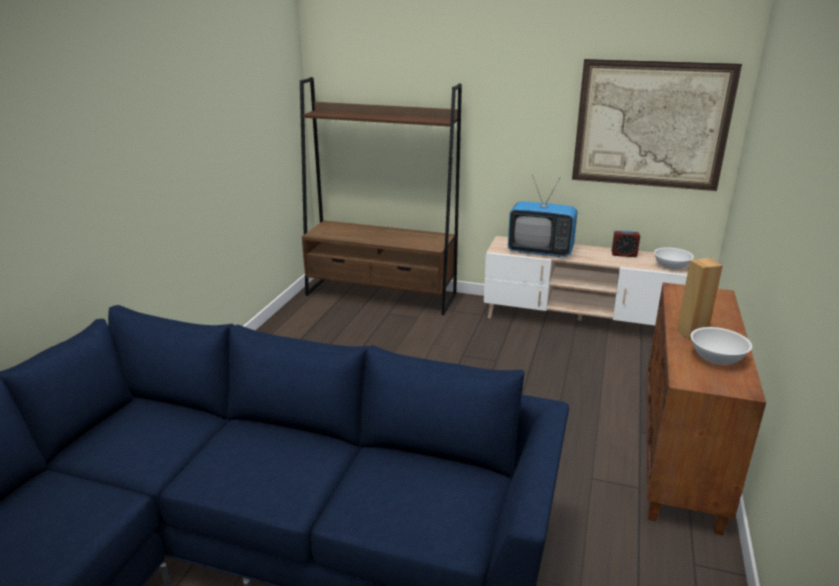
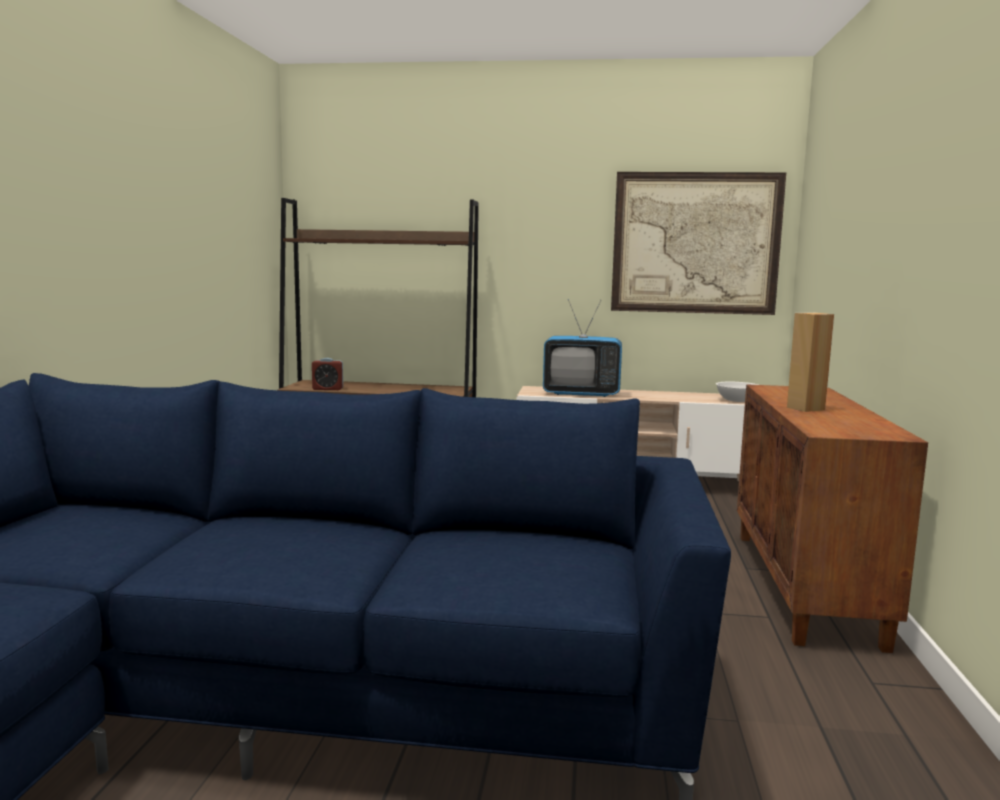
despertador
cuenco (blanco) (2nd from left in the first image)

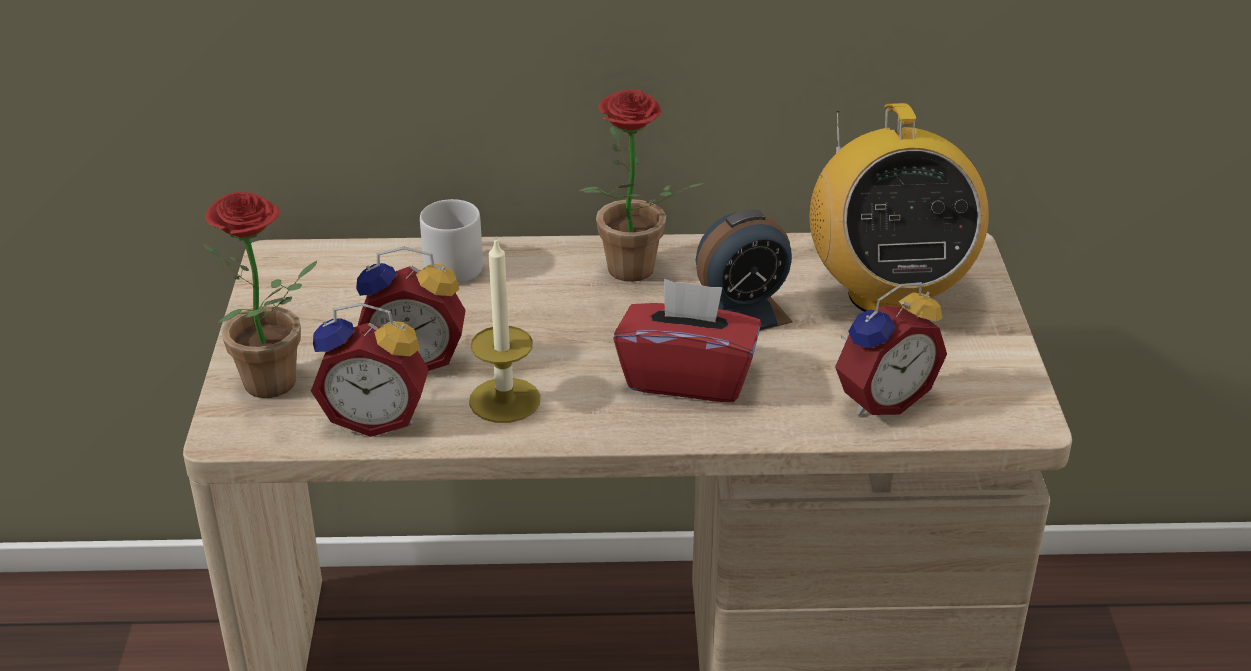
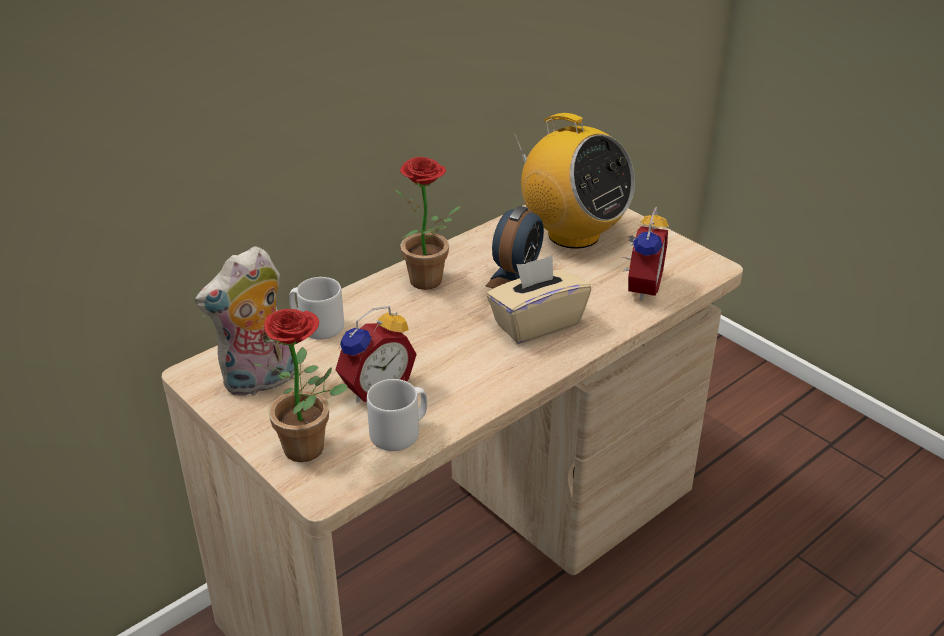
peluche
taza grande (gris) (2nd from left)
caja de pañuelos (beis)
vela

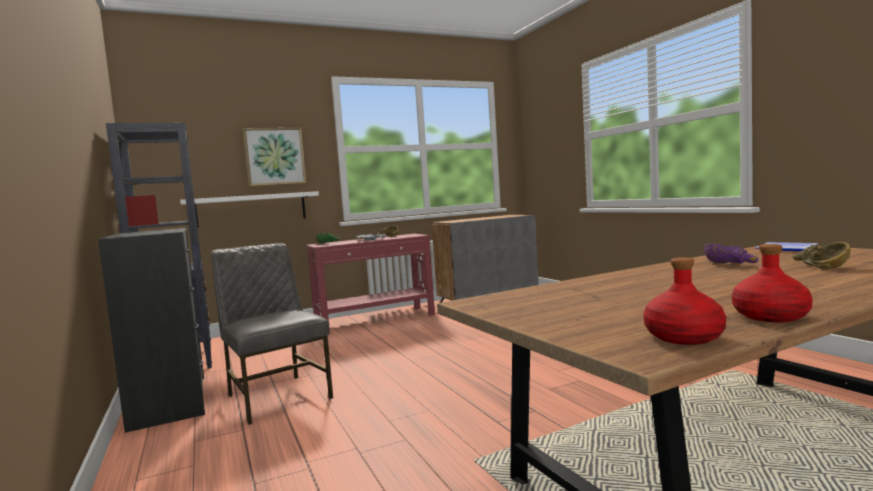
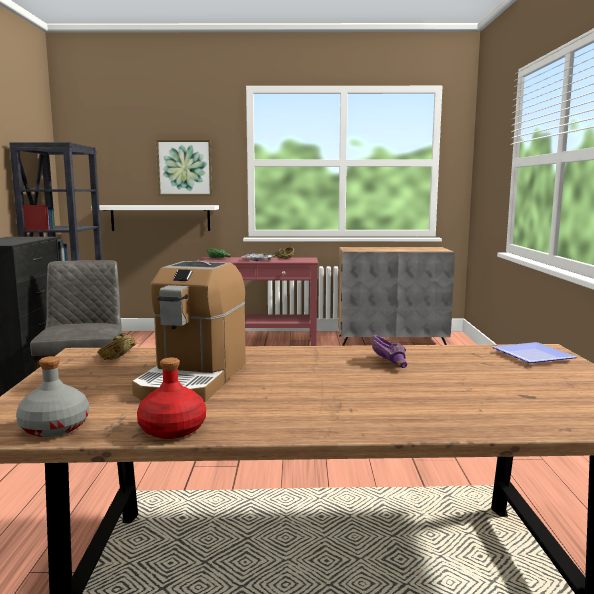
botella (gris)
cuenco (marrón) (1st from left)
cafetera

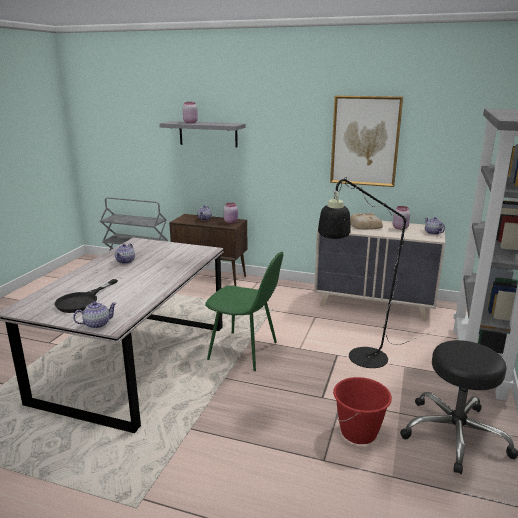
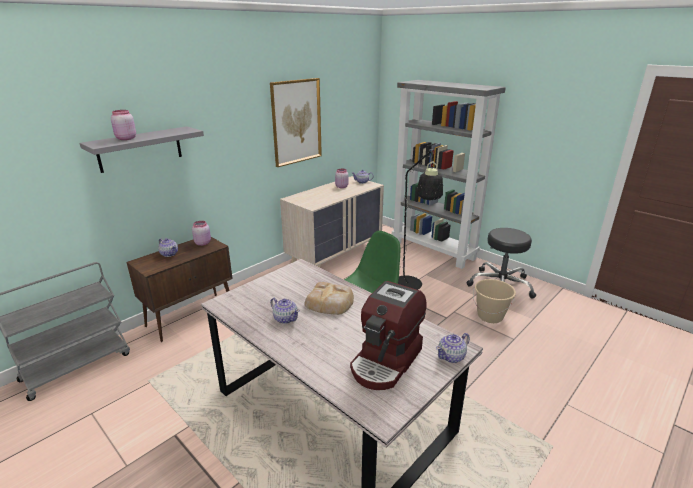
pan
cafetera
tetera (4th from left)
cubo (beis)

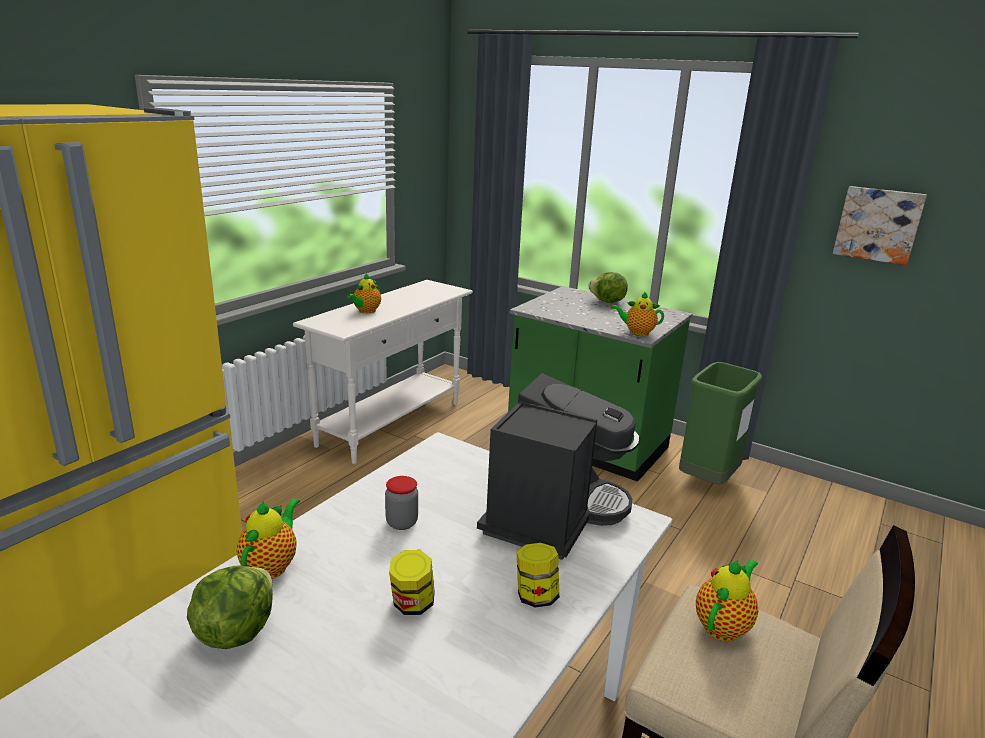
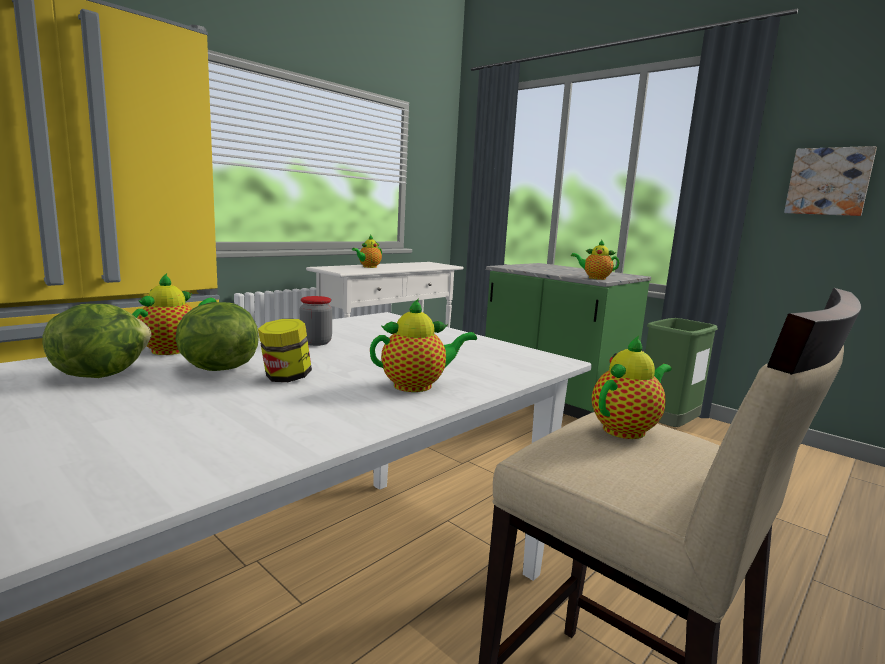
lechuga (2nd from left)
tetera (3rd from left)
cafetera

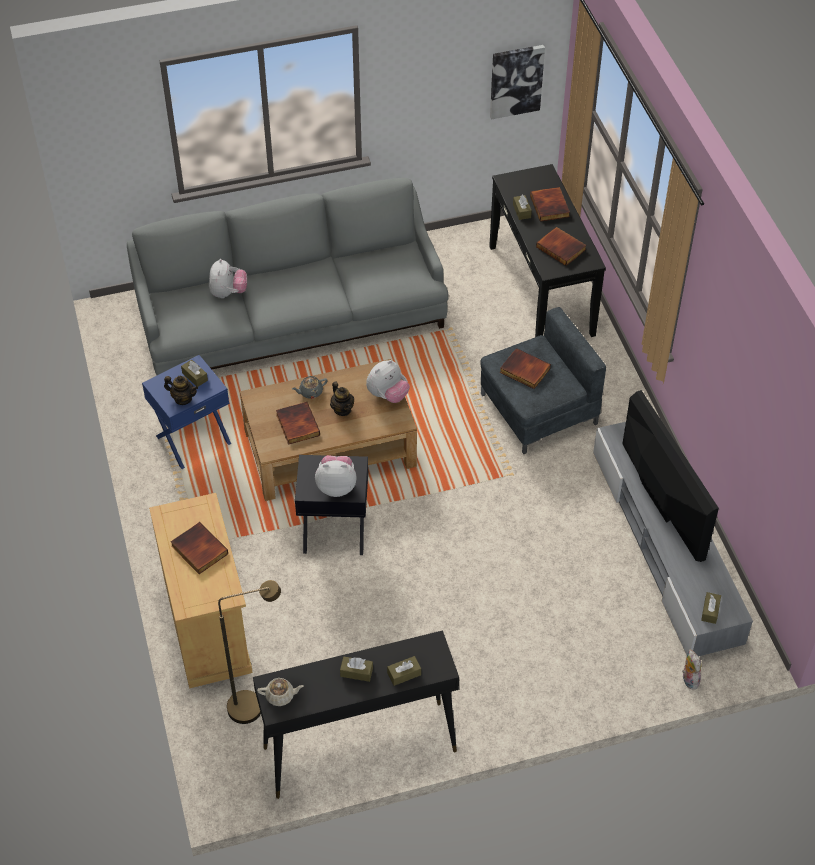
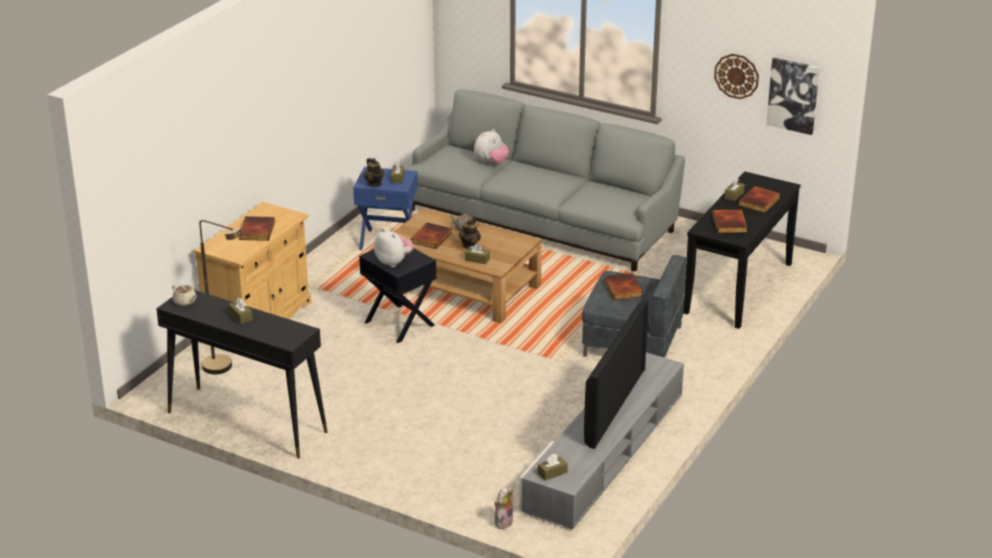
caja de pañuelos (marrón) (3rd from left)
reloj de pared
peluche (3rd from left in the first image)

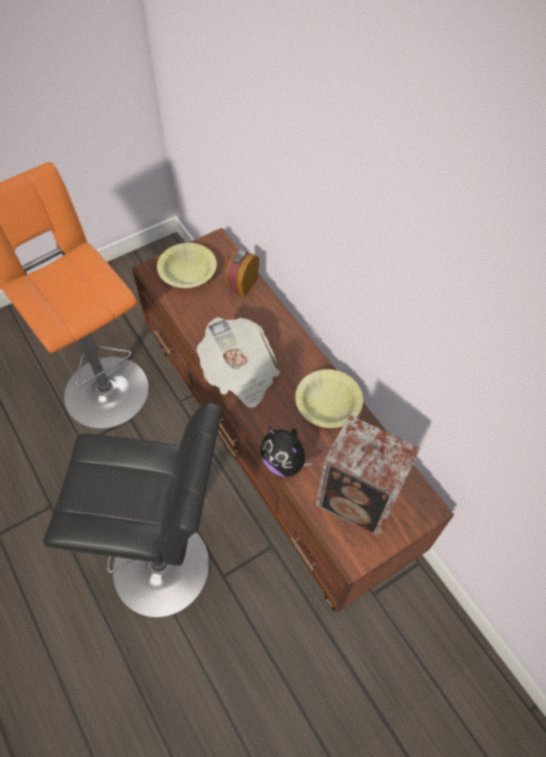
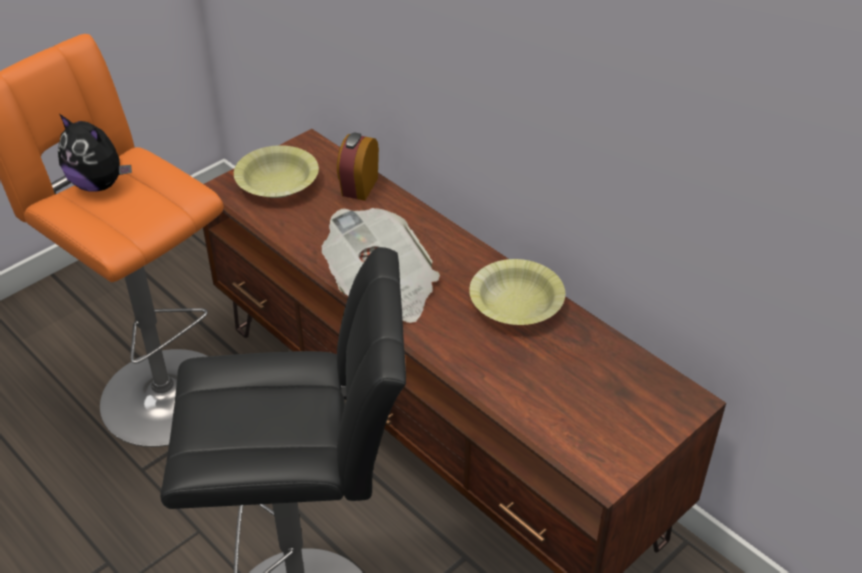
peluche
altavoz

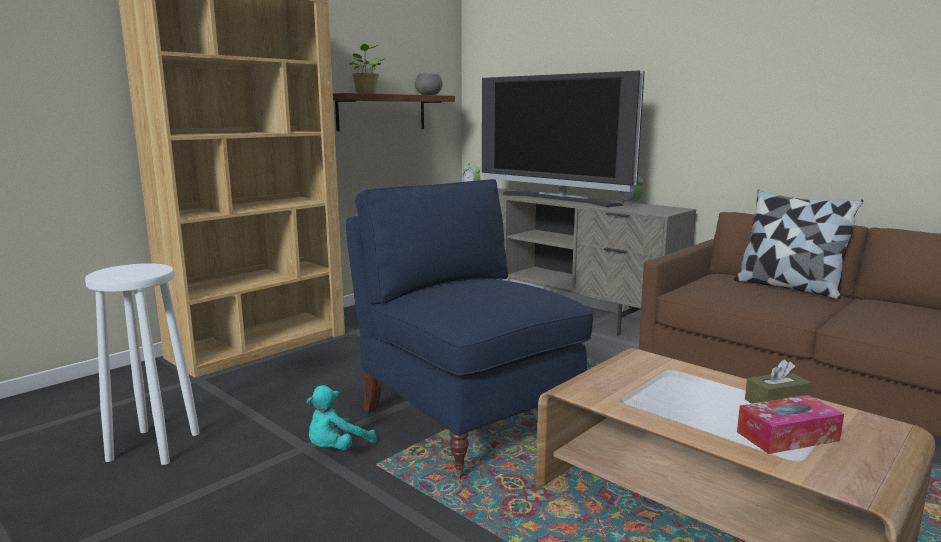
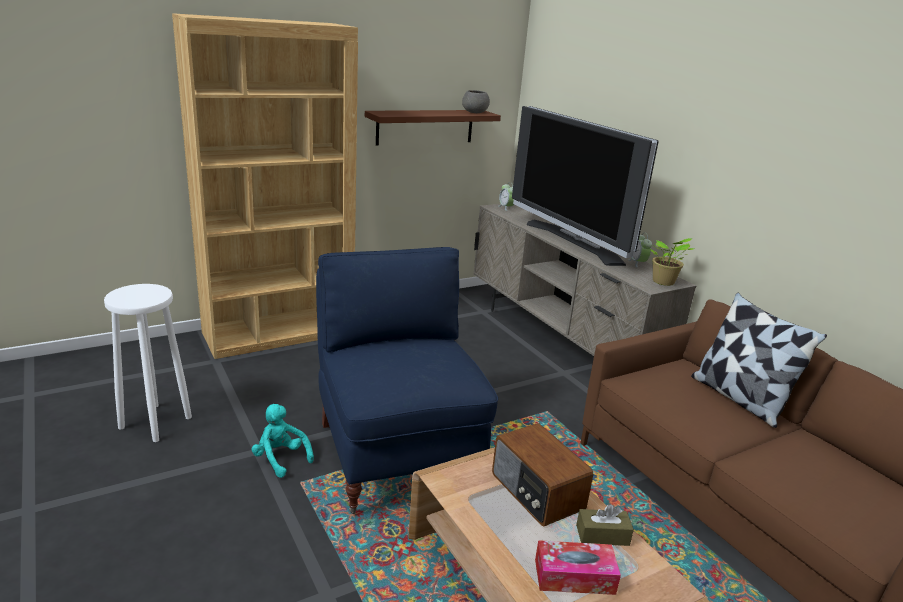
peluche (turquesa)
radio
planta en maceta

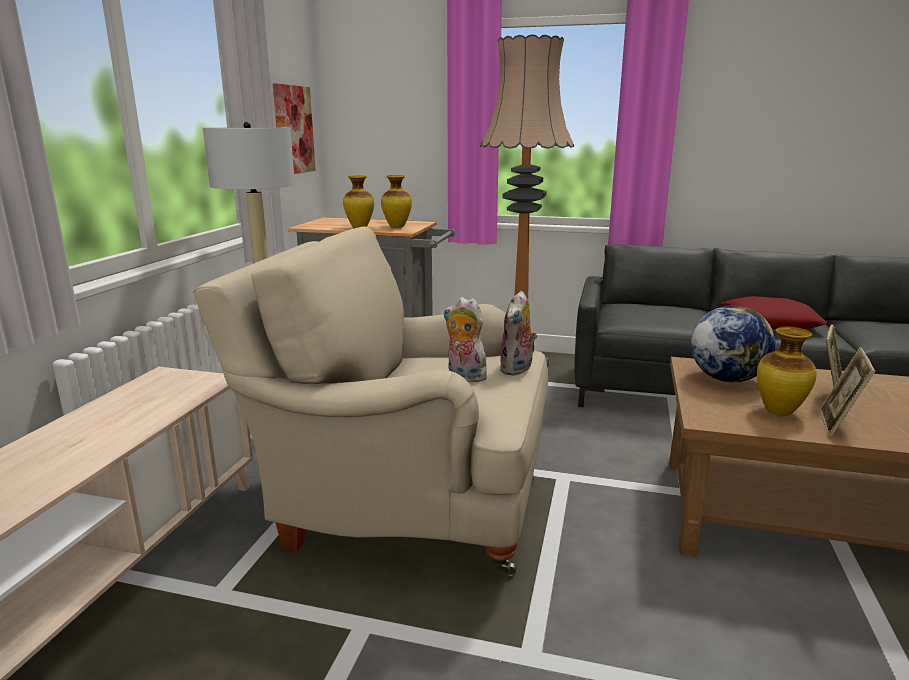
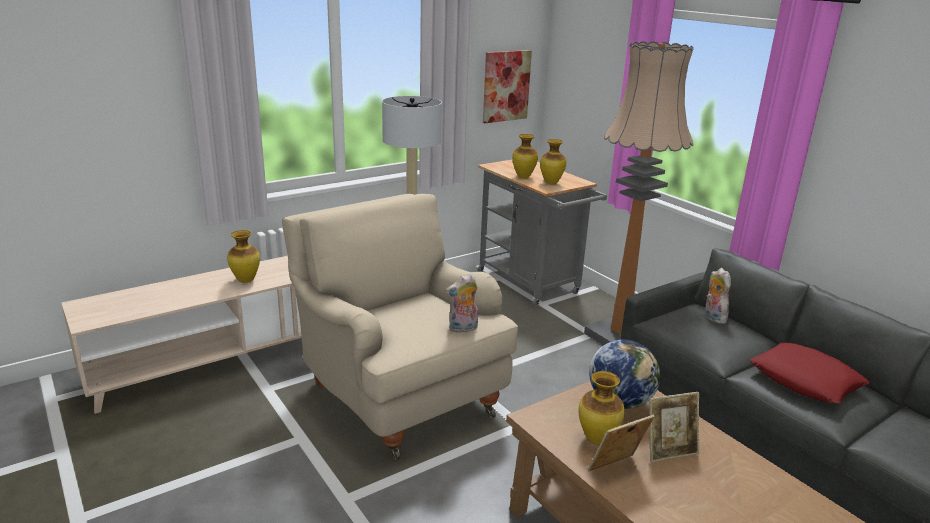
florero (1st from left)
peluche (2nd from left)

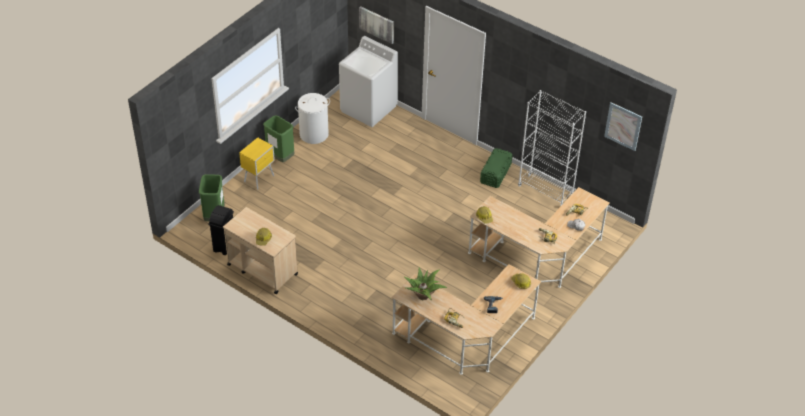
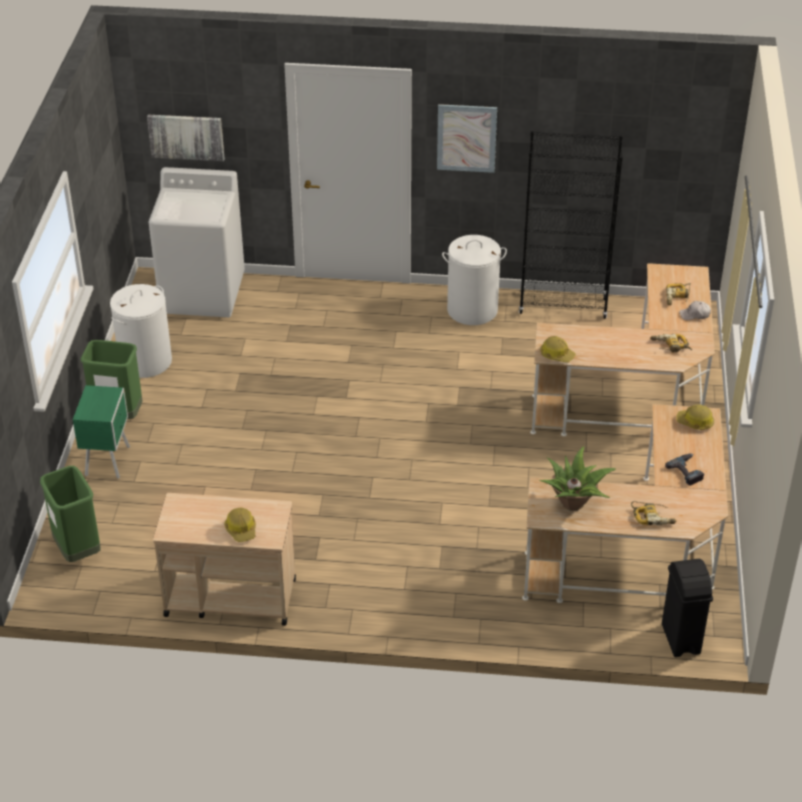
mesita de noche (verde)
cuadro (2nd from left)
cesto de la ropa (blanco) (2nd from left)
estantería (negro)
papelera (negro)

